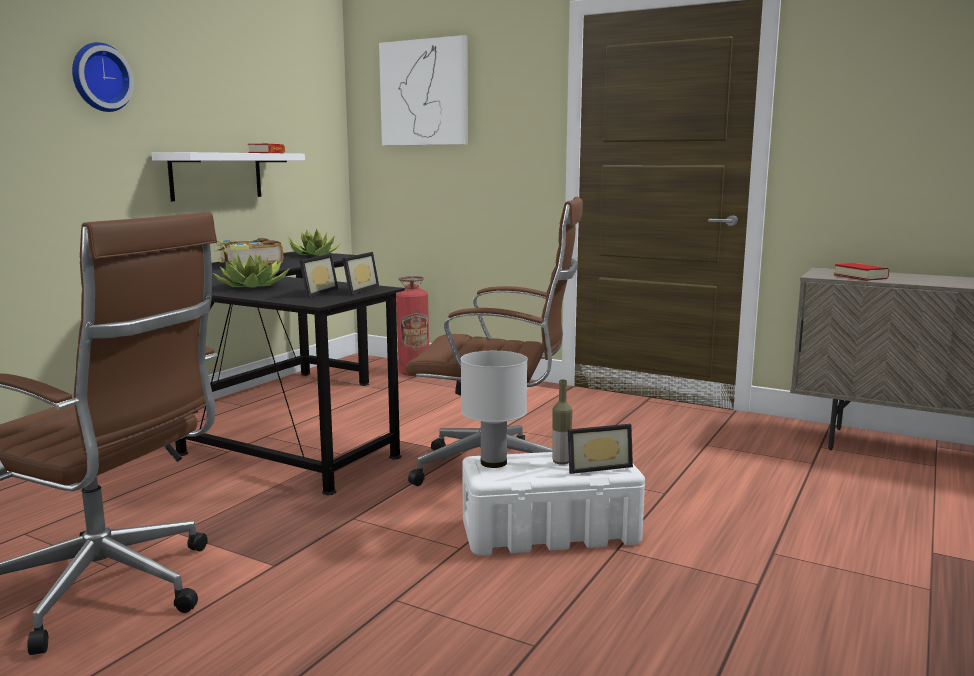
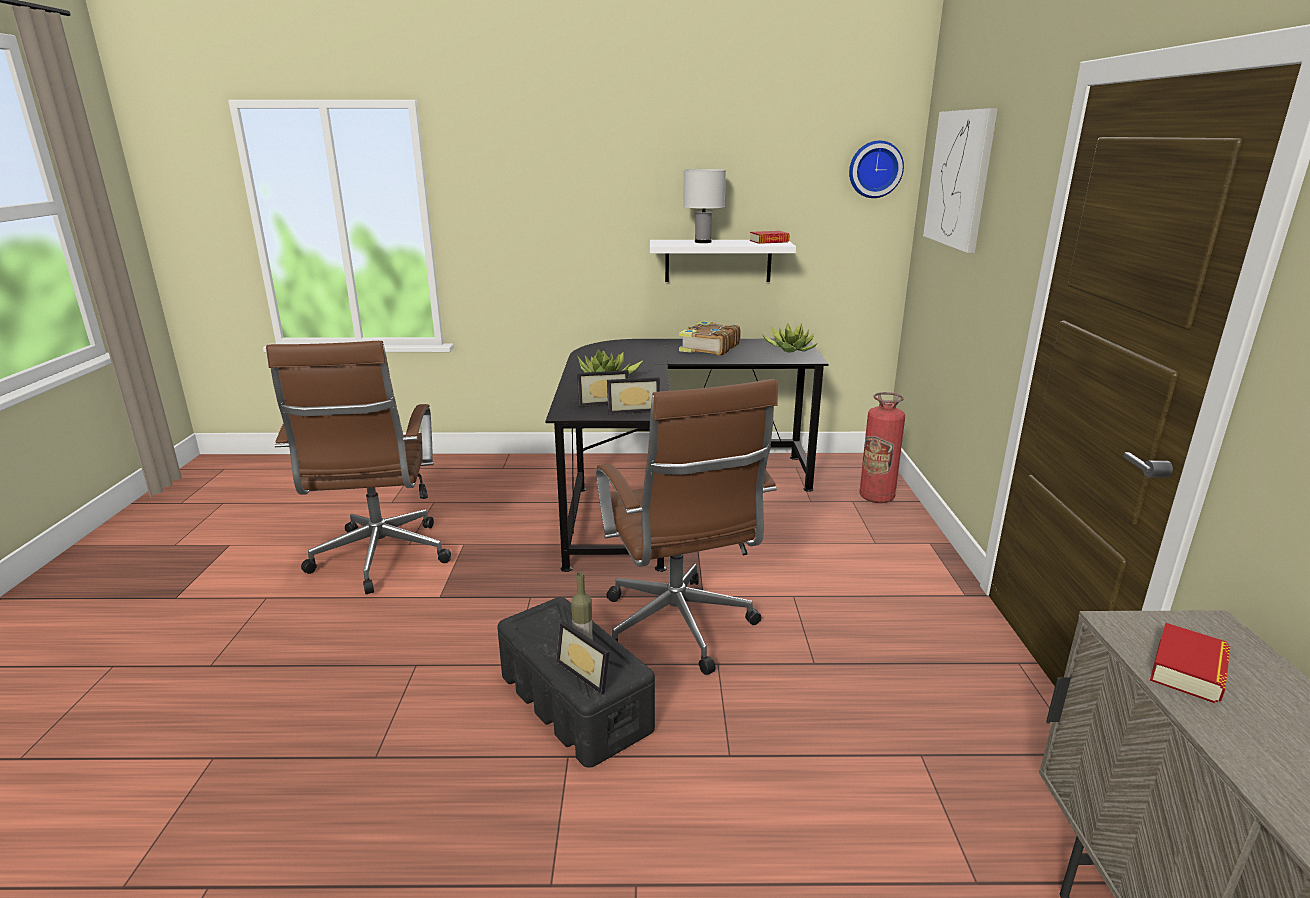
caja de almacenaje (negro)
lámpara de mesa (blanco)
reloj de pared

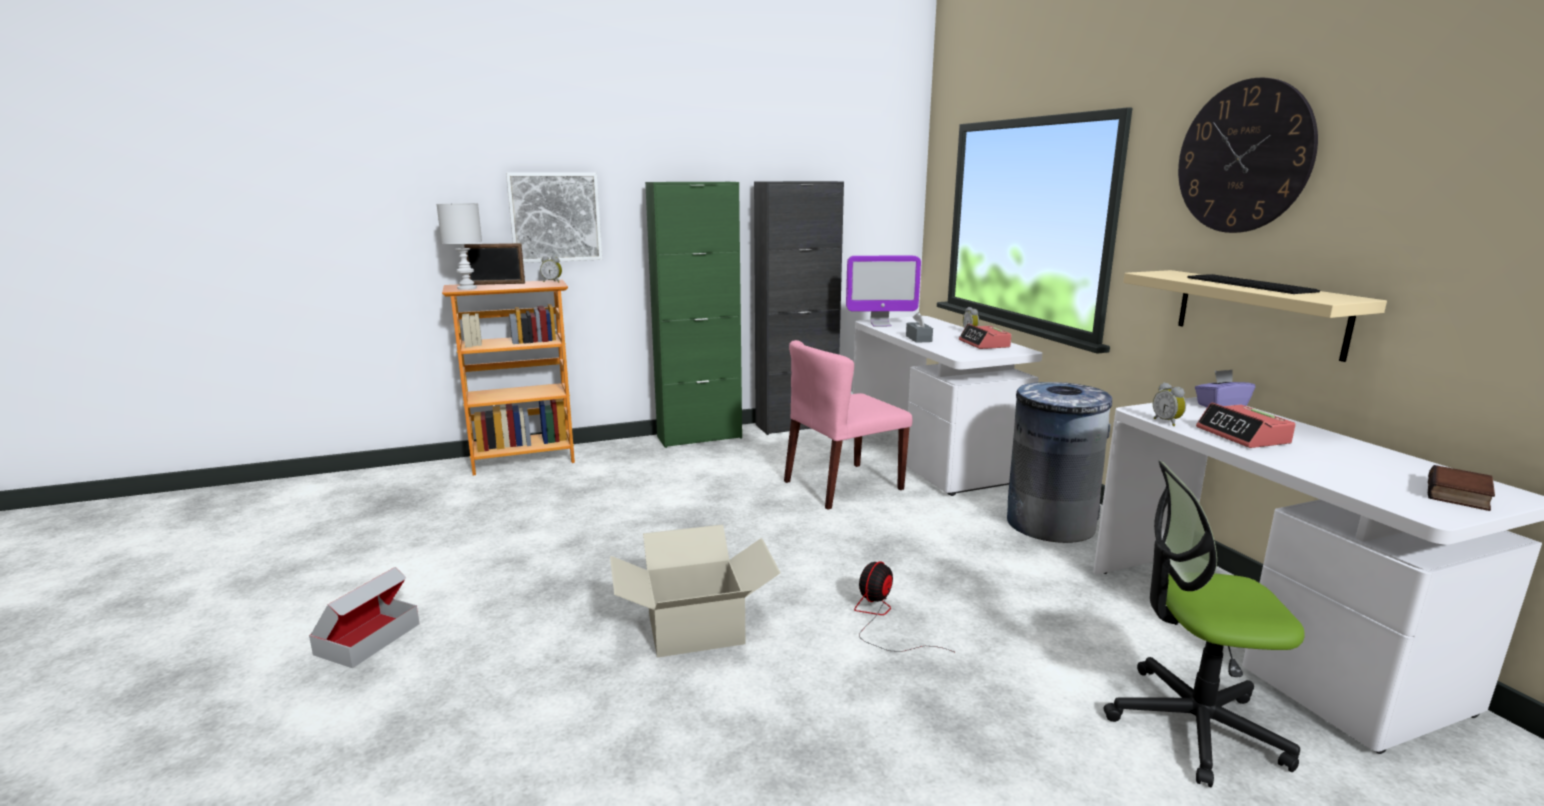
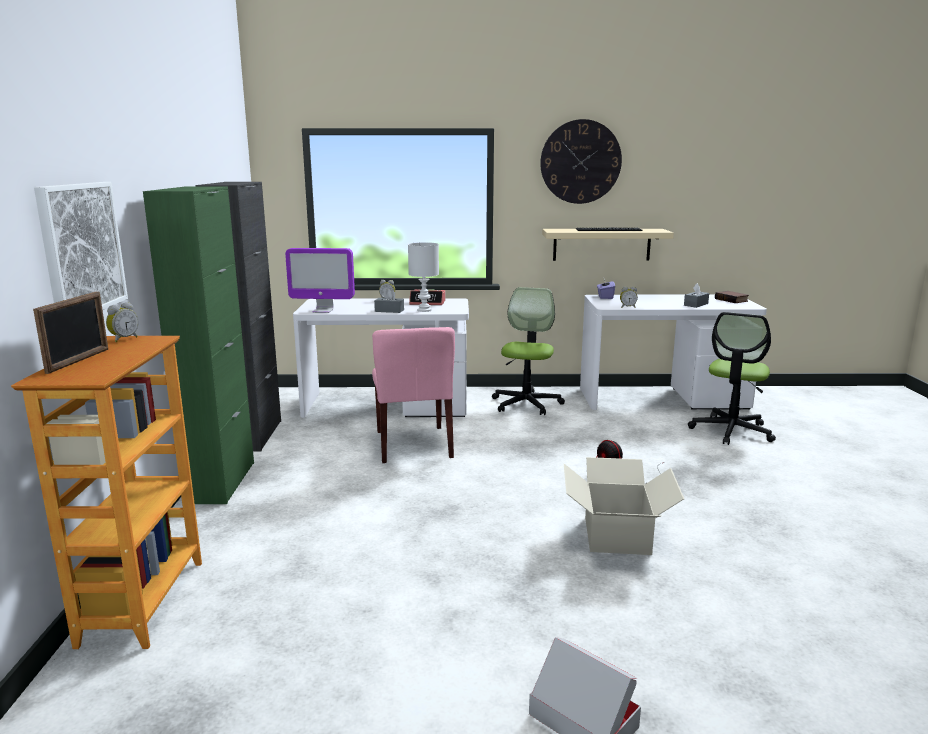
monitor
lámpara de mesa (blanco)
silla de oficina (1st from left)
caja de pañuelos (gris) (2nd from left)
despertador (5th from left in the first image)

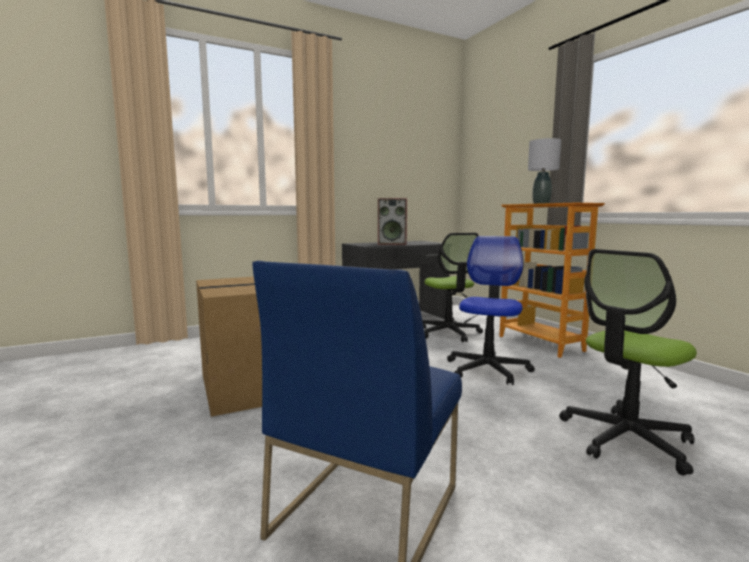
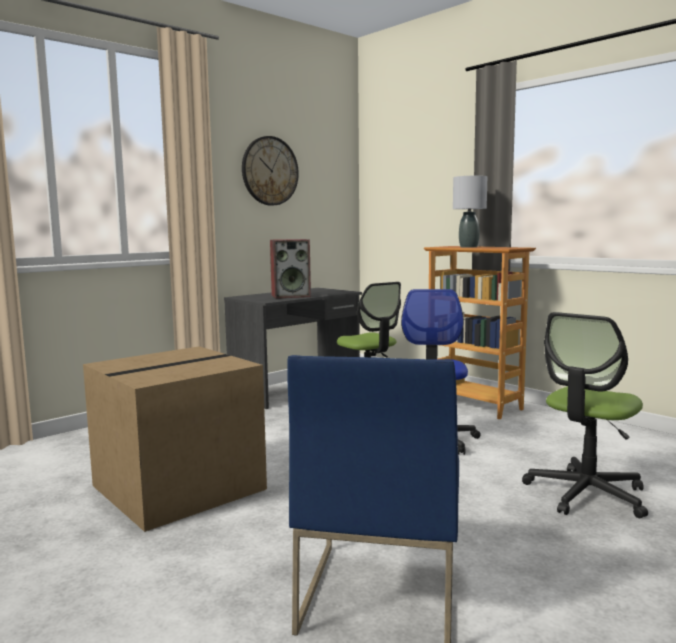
reloj de pared

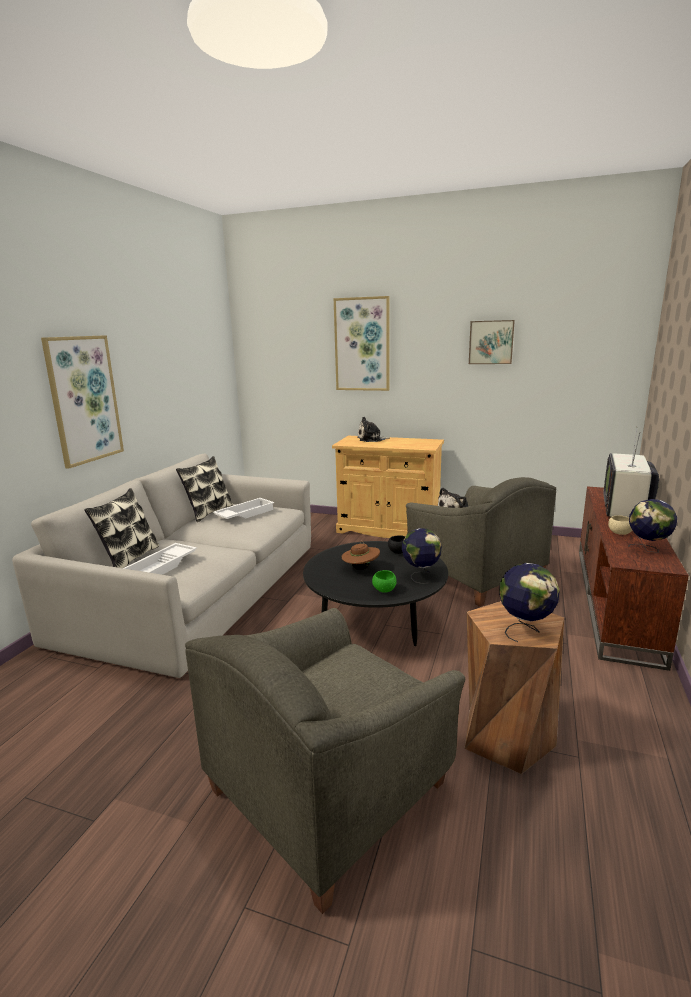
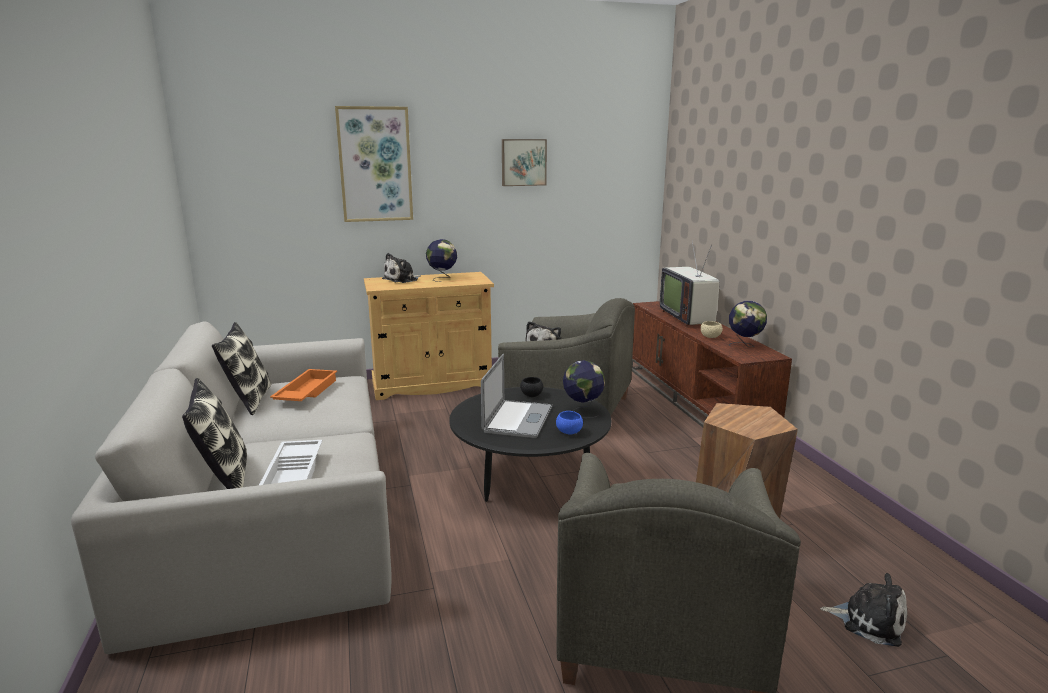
bandeja (naranja)
globo terráqueo (1st from left)
portátil
cuenco (azul)
peluche (3rd from left)
cuadro (1st from left in the first image)

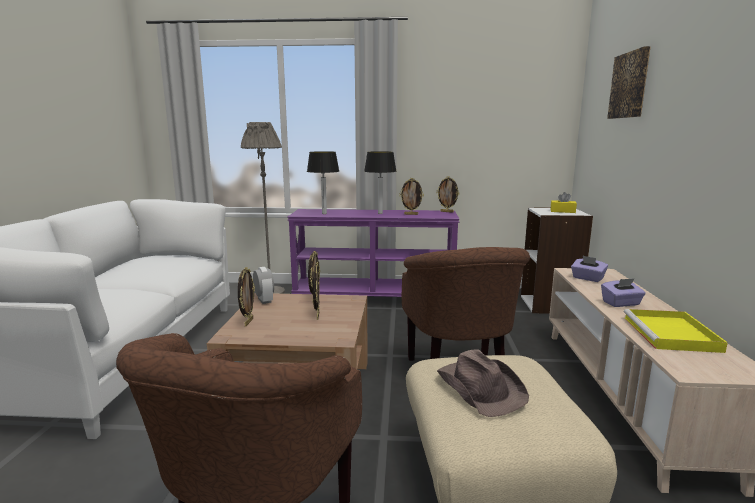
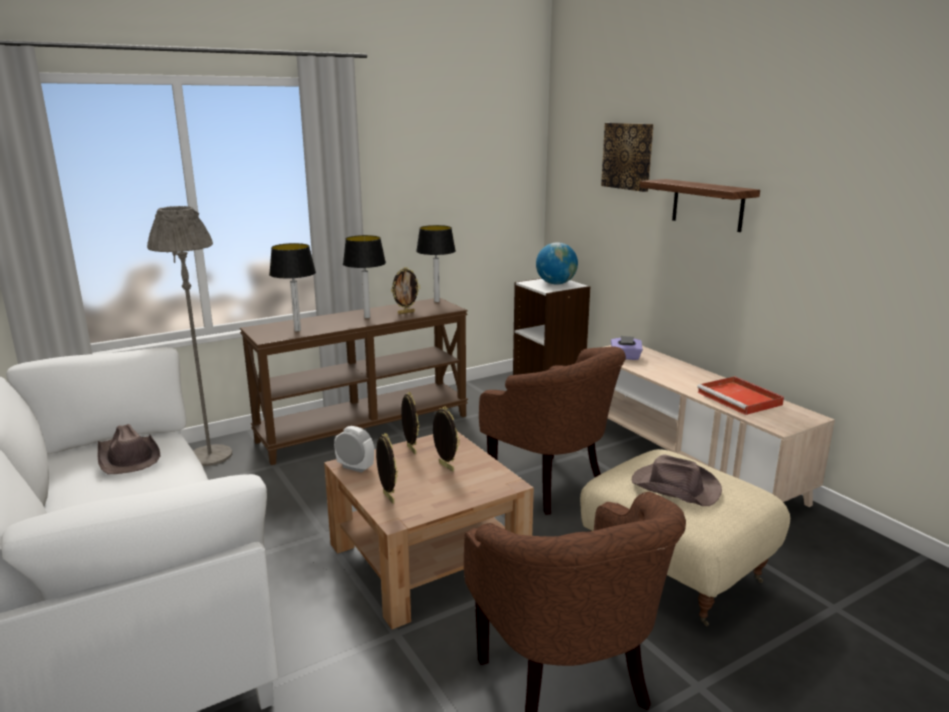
sombrero (marrón) (1st from left)
mesa consola (marrón)
lámpara de mesa (3rd from left)
globo terráqueo
estante
bandeja (rojo)
caja de pañuelos (morado) (2nd from left in the first image)

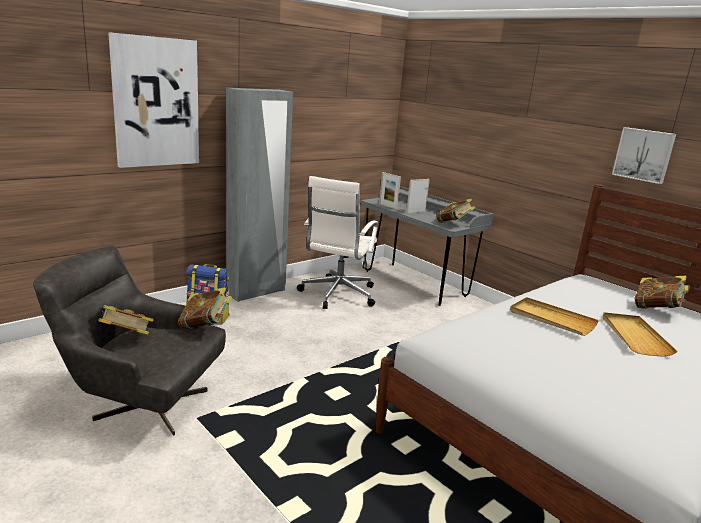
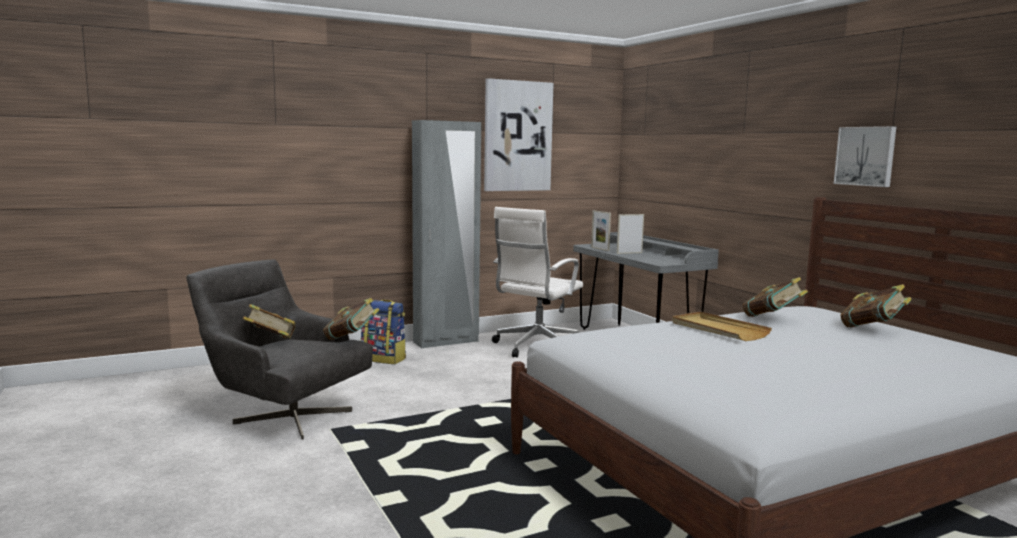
cuadro (1st from left)
libro (3rd from left)
bandeja (beis) (2nd from left in the first image)

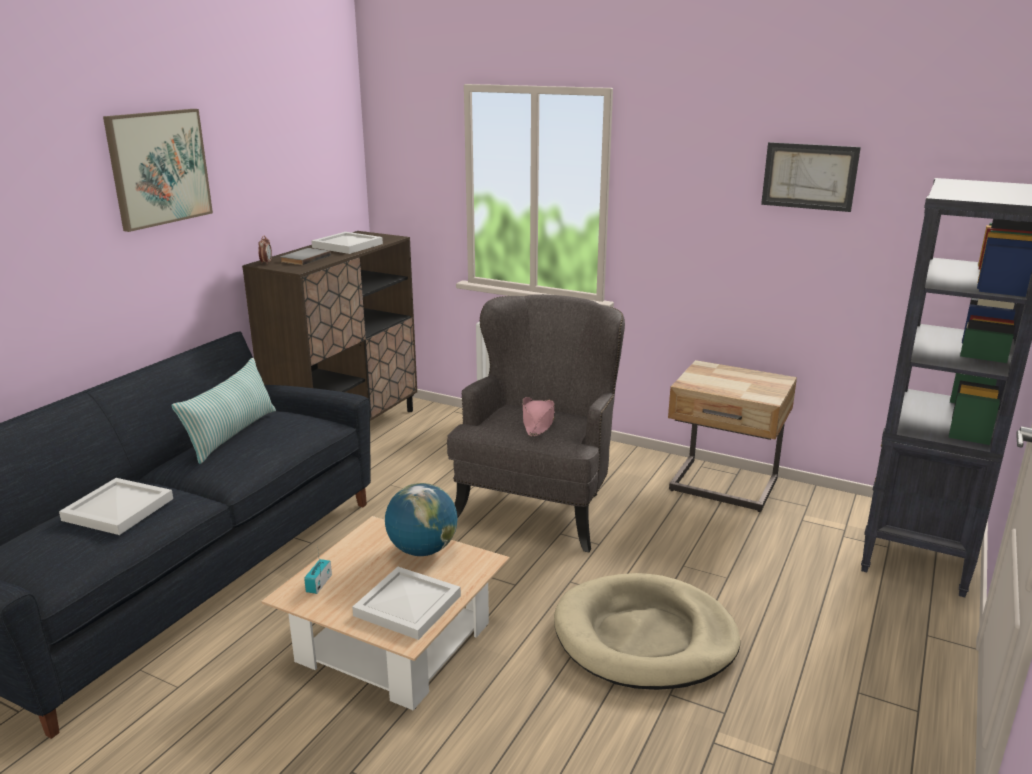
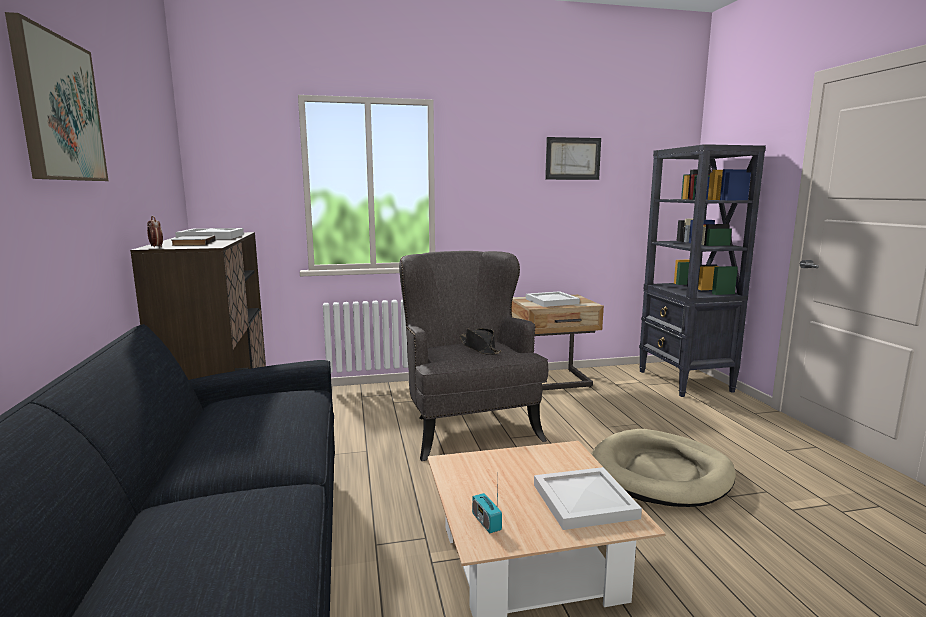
sombrero (negro)
bandeja (blanco) (2nd from left)
cojín
globo terráqueo

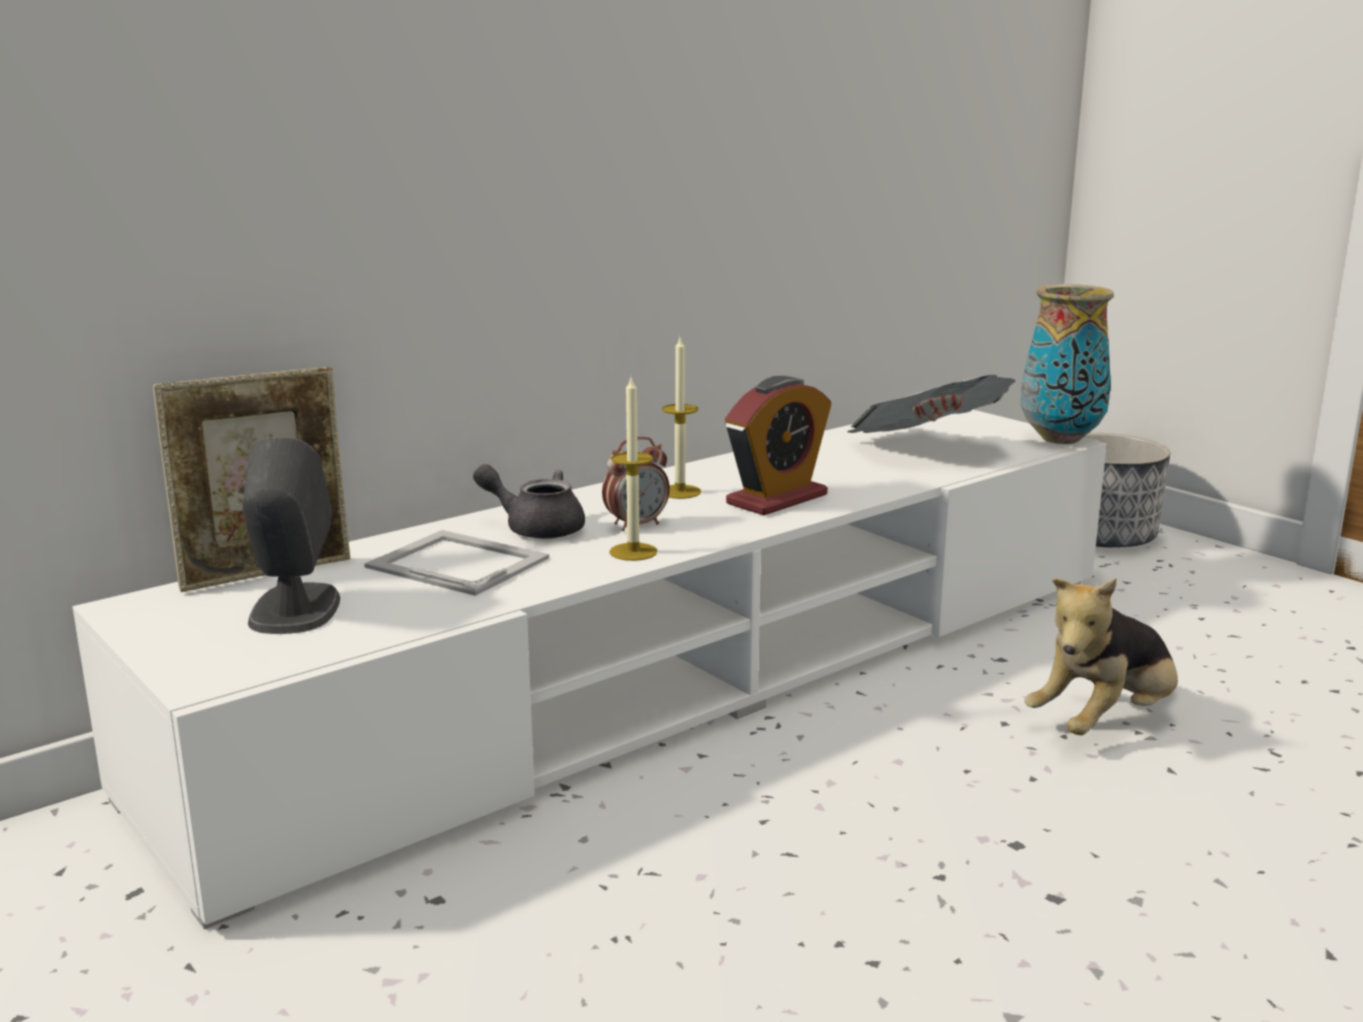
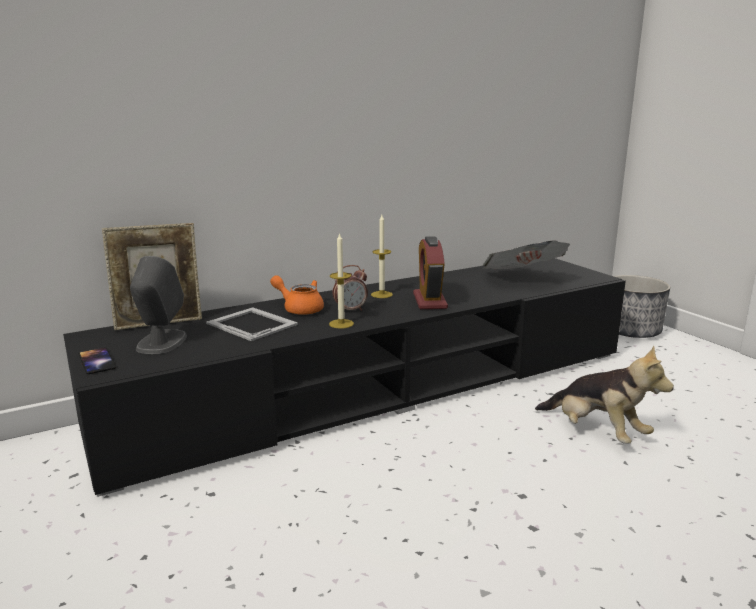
mueble de televisión (negro)
móvil
tetera (naranja)
despertador (2nd from left)
peluche
florero

